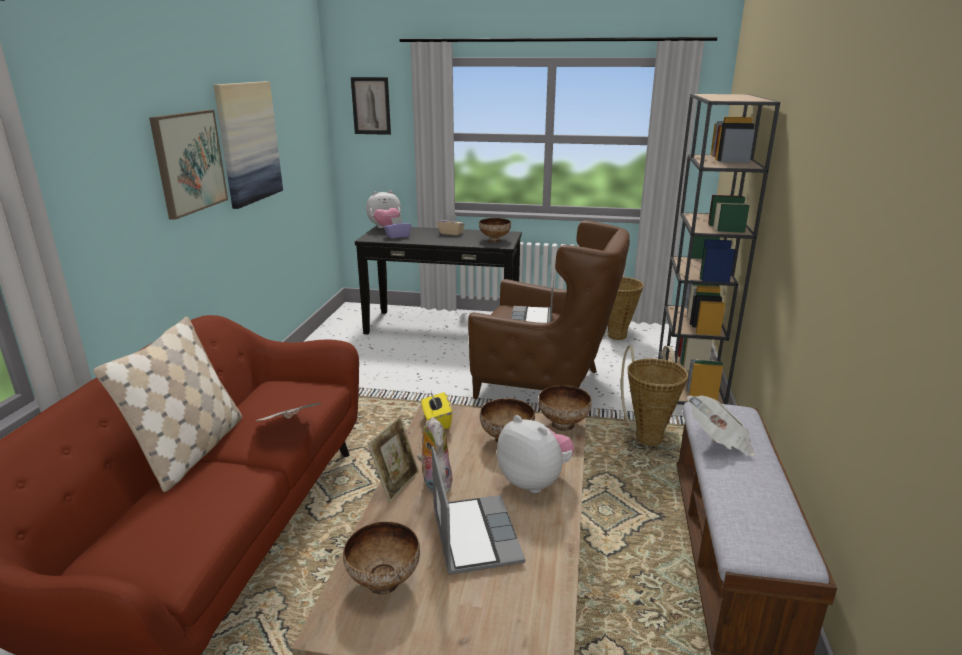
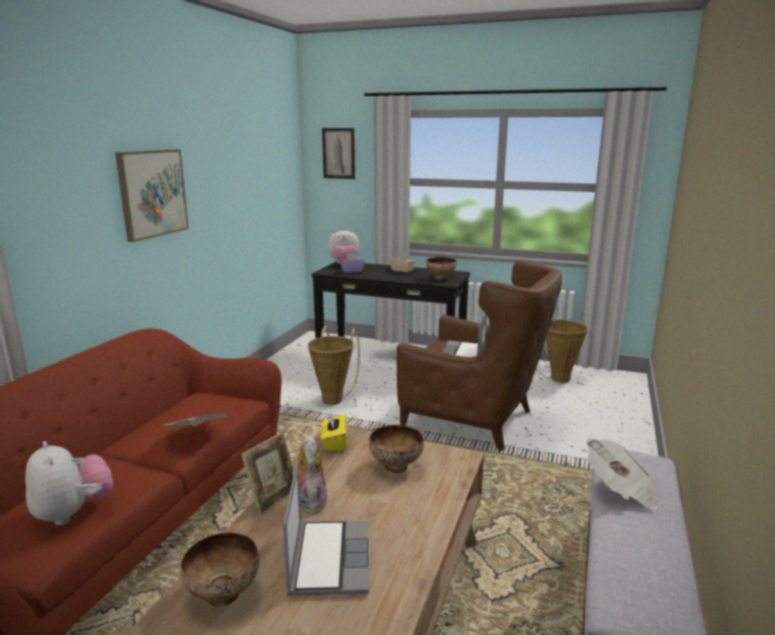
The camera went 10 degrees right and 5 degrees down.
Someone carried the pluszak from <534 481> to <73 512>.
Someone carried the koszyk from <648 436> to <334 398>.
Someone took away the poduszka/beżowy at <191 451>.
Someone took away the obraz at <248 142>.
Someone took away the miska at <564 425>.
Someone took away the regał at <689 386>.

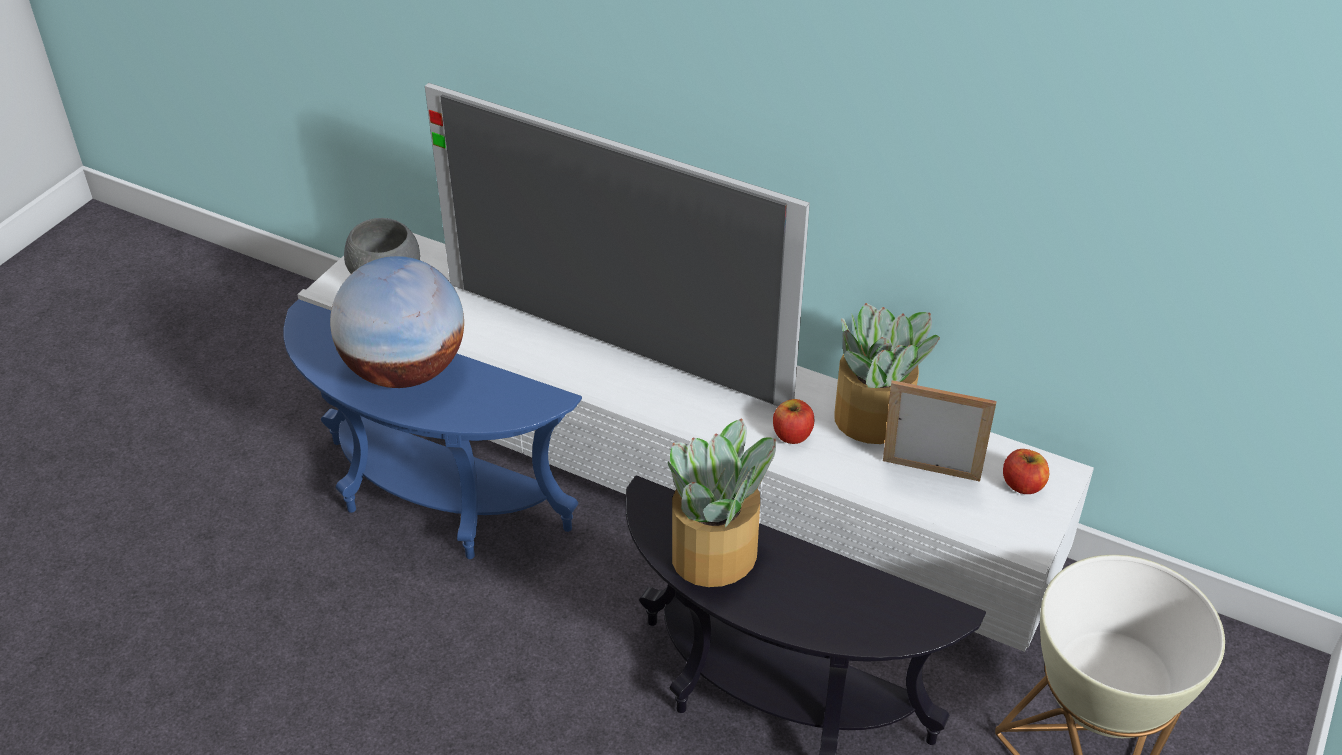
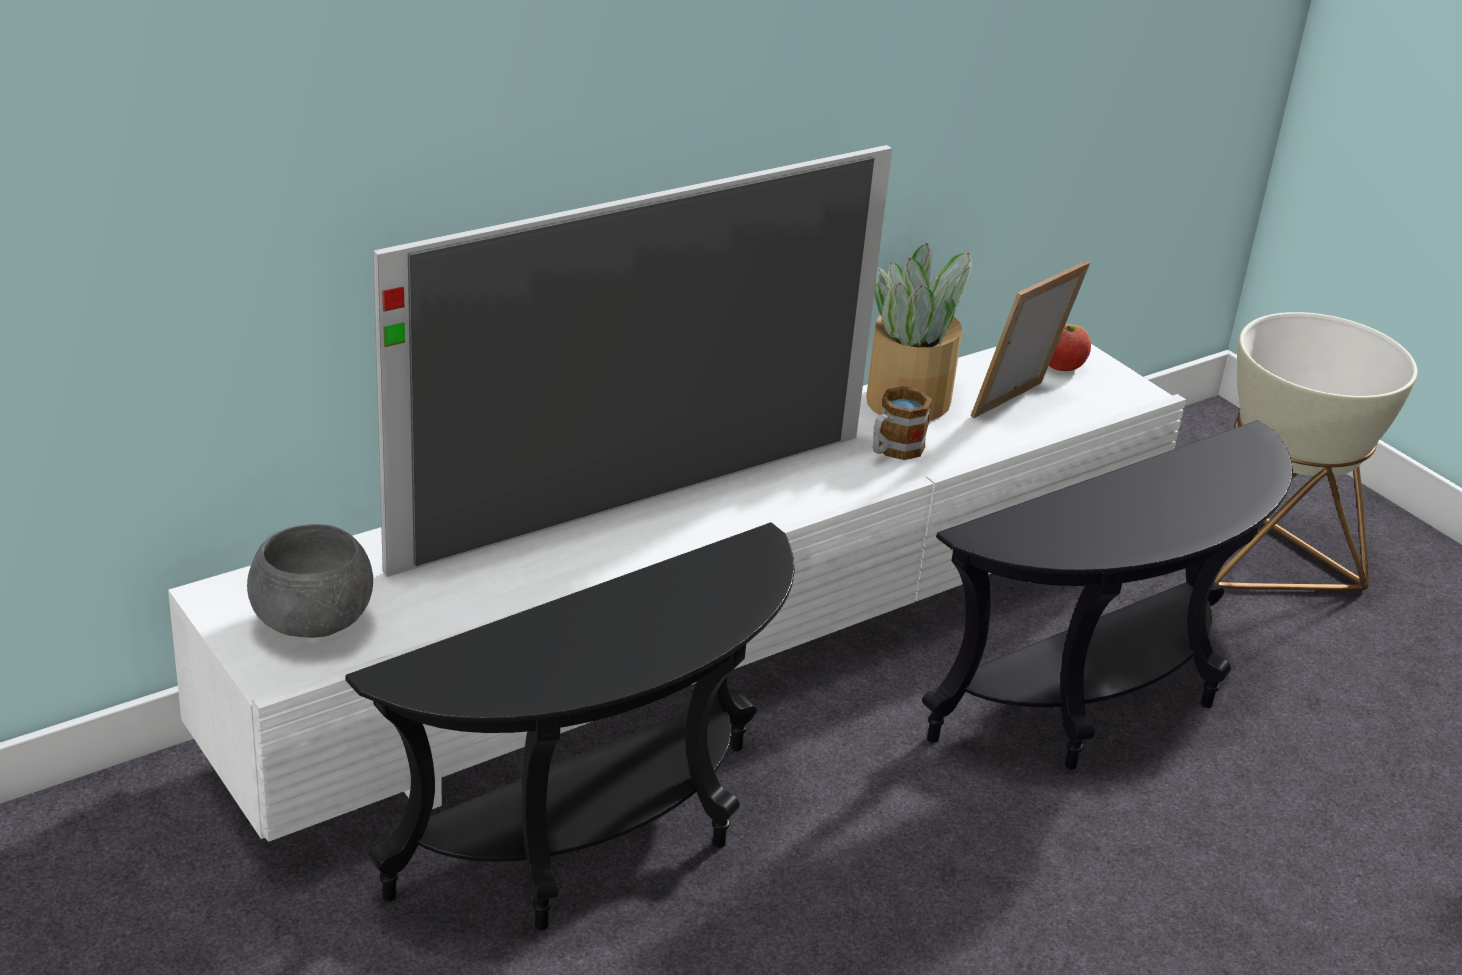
The camera went 65 degrees left and 10 degrees down.
Someone repainted the stolik/niebieski at <431 506>, which became the stolik/czarny at <599 847>.
Someone swapped the jabłko at <792 435> for the kubek at <893 450>.
Someone took away the globus at <405 371>.
Someone took away the roślina doniczkowa at <716 555>.

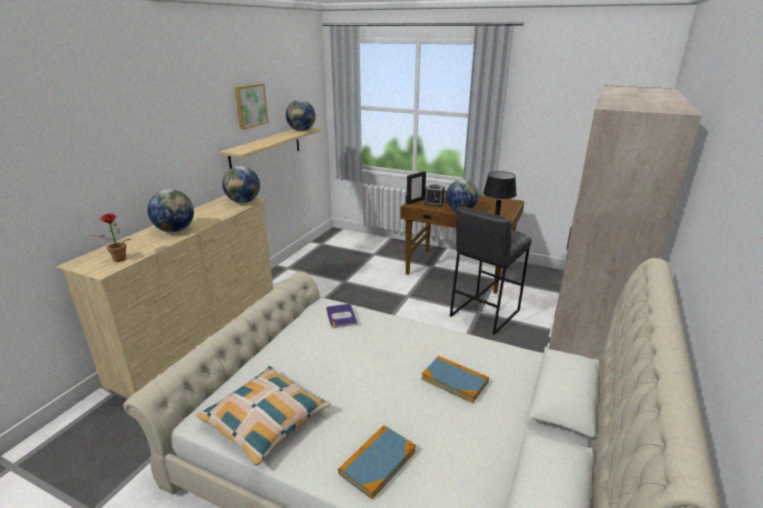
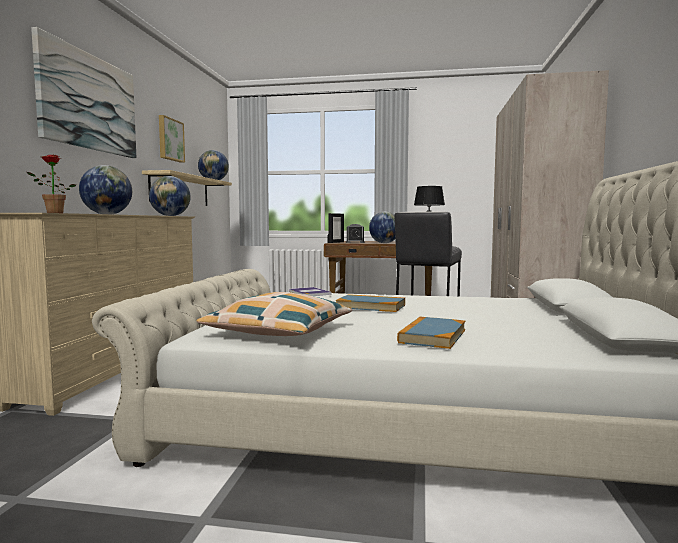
The camera went 15 degrees left and 20 degrees down.
Someone put up the obraz at <89 102>.
Someone carried the książka from <454 380> to <371 306>.

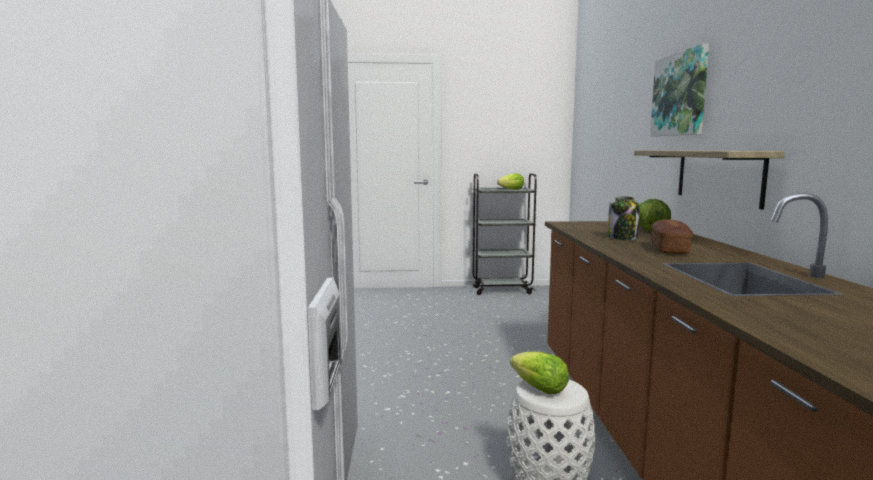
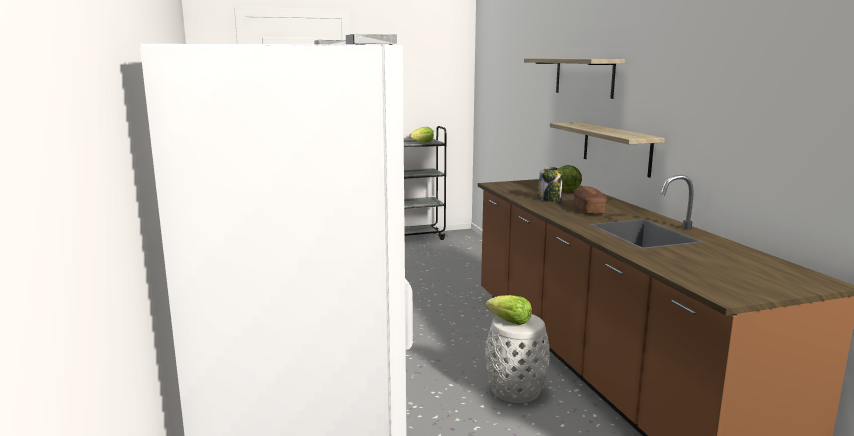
The camera went 15 degrees left and 5 degrees up.
Someone swapped the obraz at <680 94> for the półka at <584 77>.

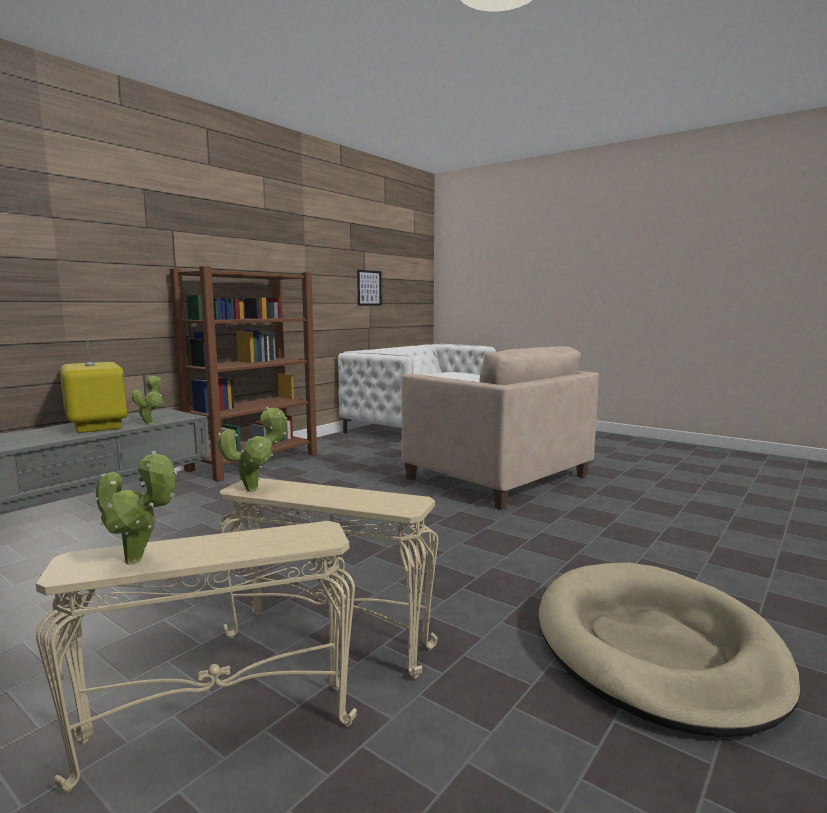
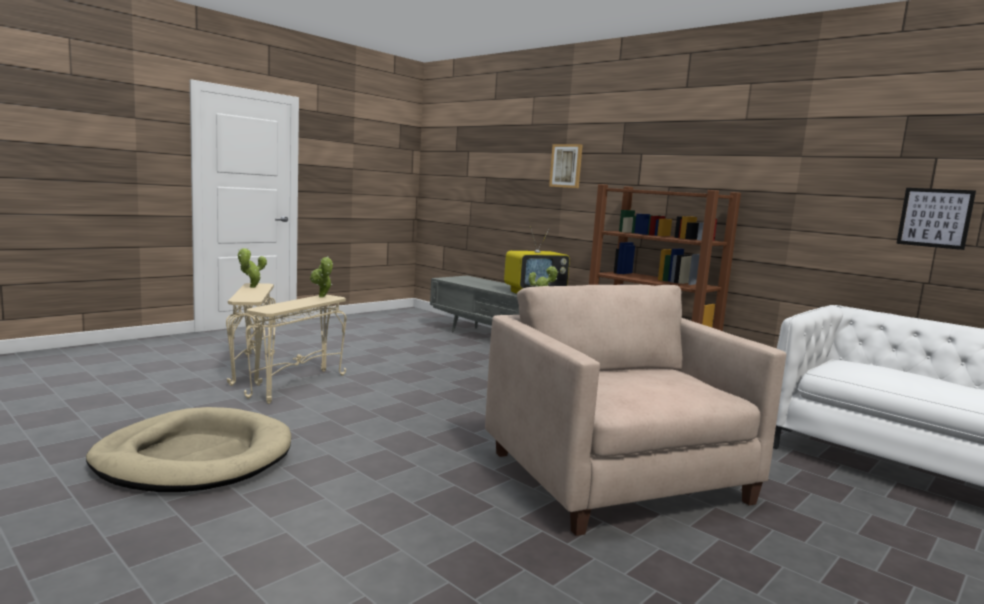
The camera went 95 degrees right and 0 degrees up.
Someone rotated the fotel/beżowy at <497 477> by 105 degrees clockwise.
Someone put up the obraz at <566 166>.

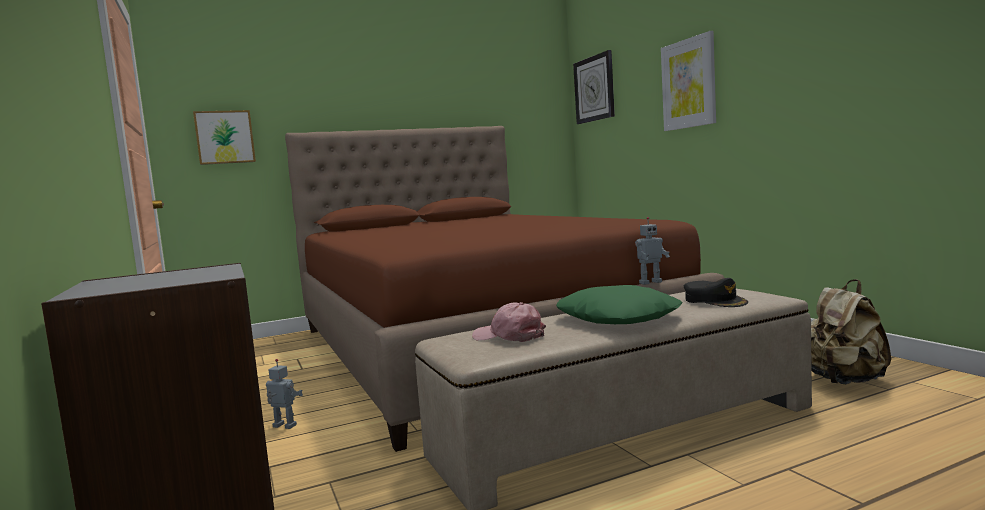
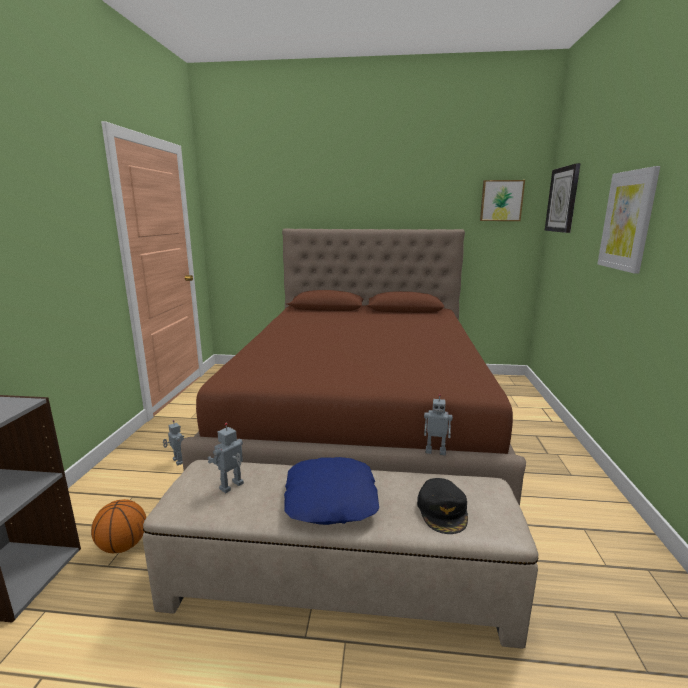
The camera went 30 degrees right and 10 degrees up.
Someone put down the piłka do koszykówki at <123 546>.
Someone swapped the czapka z daszkiem/różowy at <509 336> for the robot zabawkowy at <232 487>.
Someone repainted the poduszka/zielony at <618 318>, which became the poduszka/niebieski at <331 499>.
Someone carried the obraz from <225 137> to <501 200>.
Someone took away the plecak/beżowy at <843 381>.

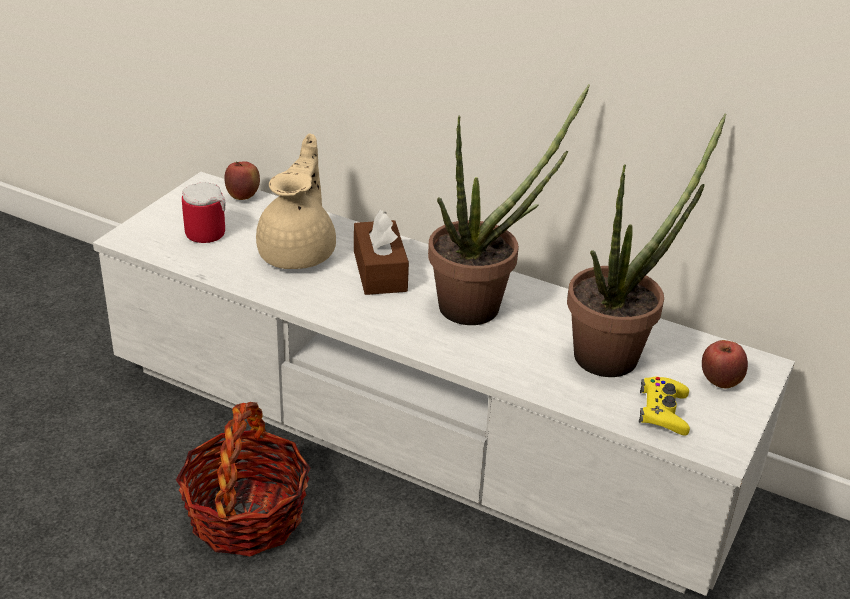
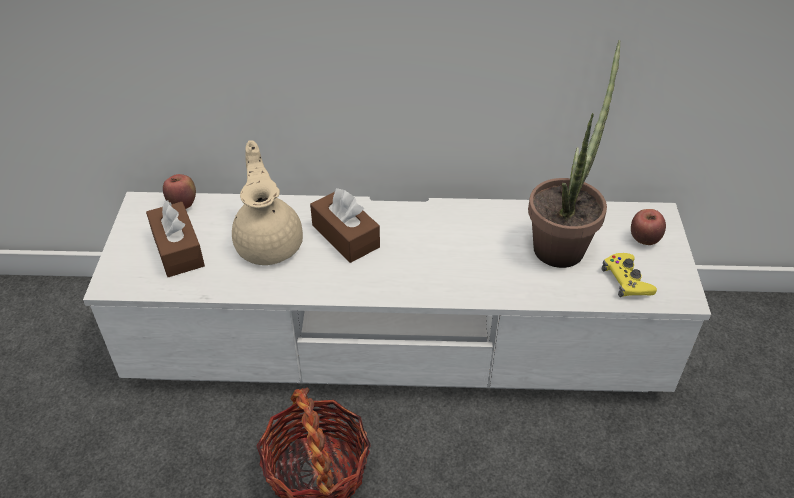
The camera went 25 degrees left and 10 degrees up.
Someone swapped the kubek at <208 231> for the pudełko chusteczek/brązowy at <178 249>.
Someone took away the roślina doniczkowa at <482 305>.

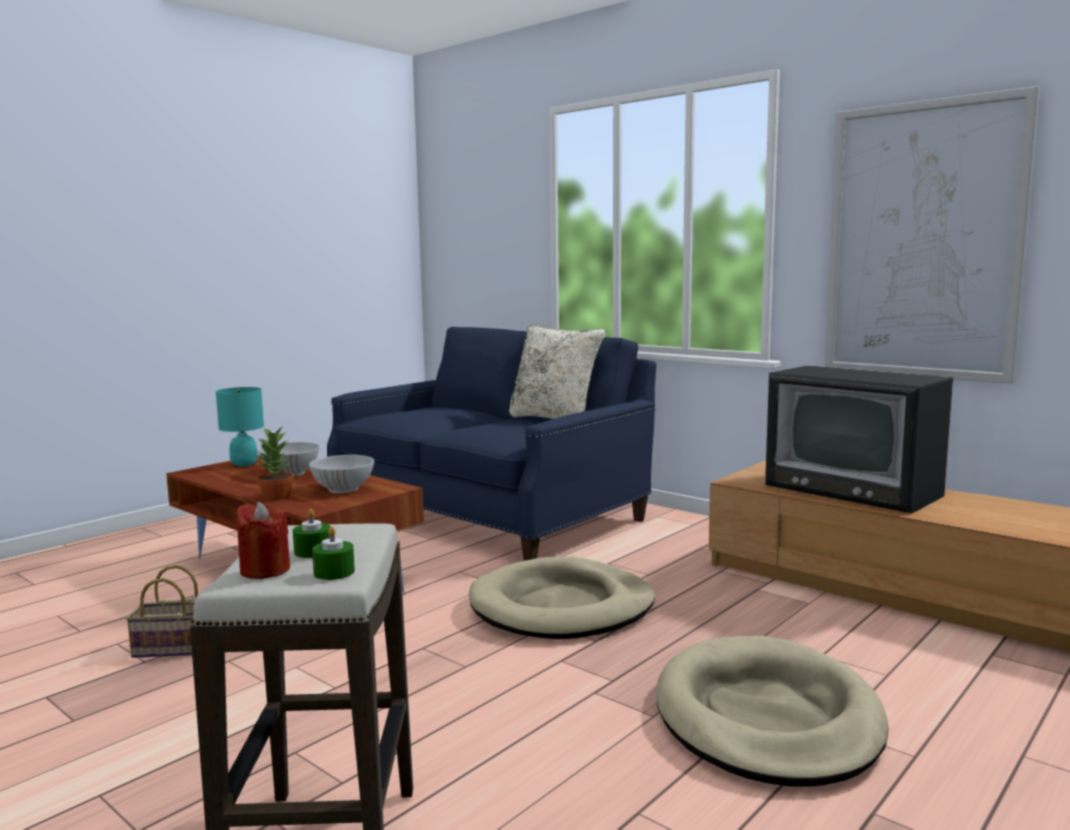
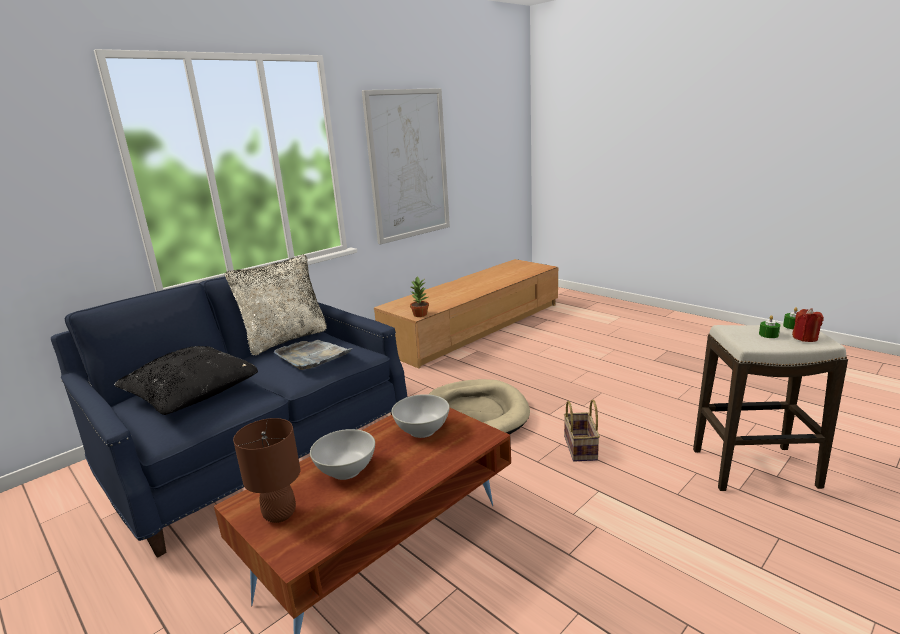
The camera went 85 degrees left and 10 degrees up.
Someone put down the poduszka/czarny at <193 392>.
Someone repainted the lampa stołowa/turkusowy at <244 464>, which became the lampa stołowa/brązowy at <278 515>.
Someone put down the taca/szary at <312 356>.
Someone carried the roślina doniczkowa from <277 497> to <420 314>.
Someone carried the koszyk from <171 649> to <581 448>.
Someone took away the legowisko/beżowy at <767 718>.
Someone took away the telewizor at <856 489>.

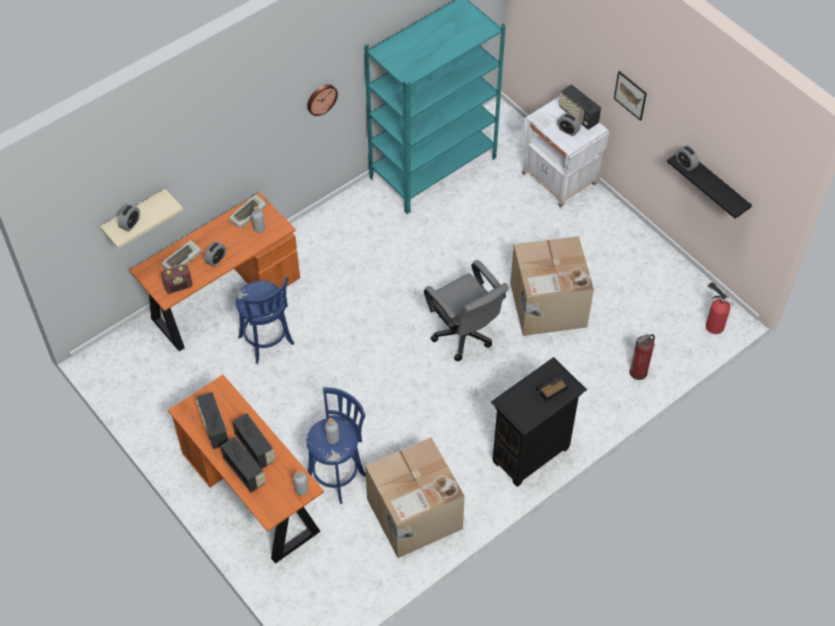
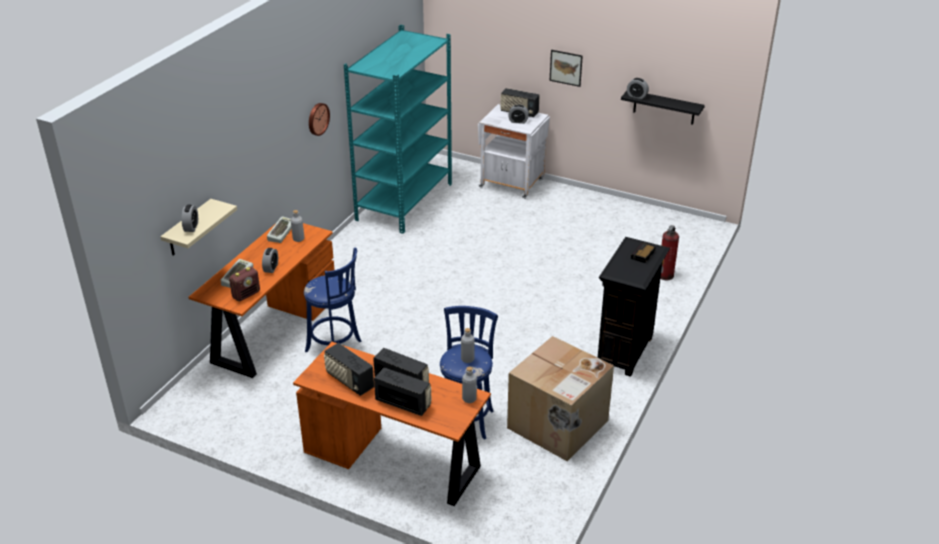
The camera went 25 degrees left and 20 degrees down.
Someone took away the krzesło biurowe/szary at <465 338>.
Someone took away the karton at <547 306>.
Someone took away the gaśnica at <713 325>.

